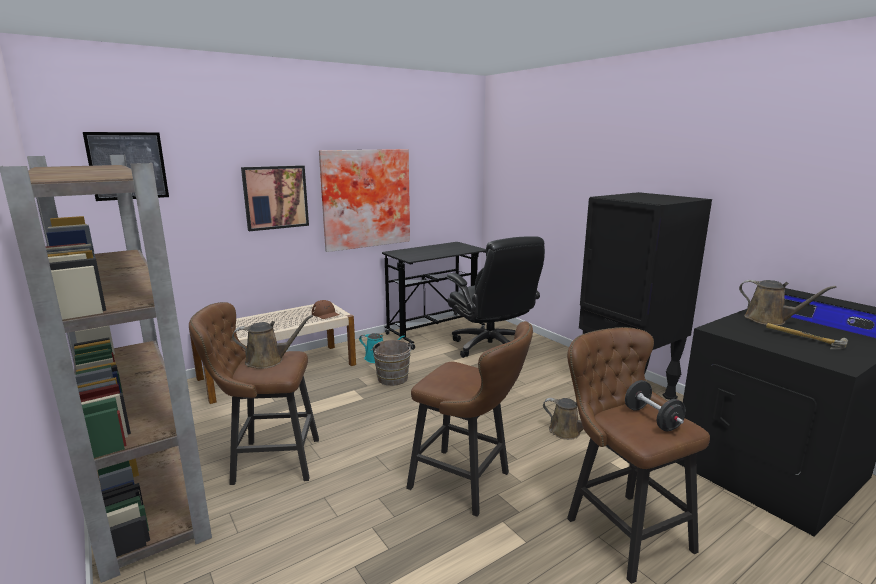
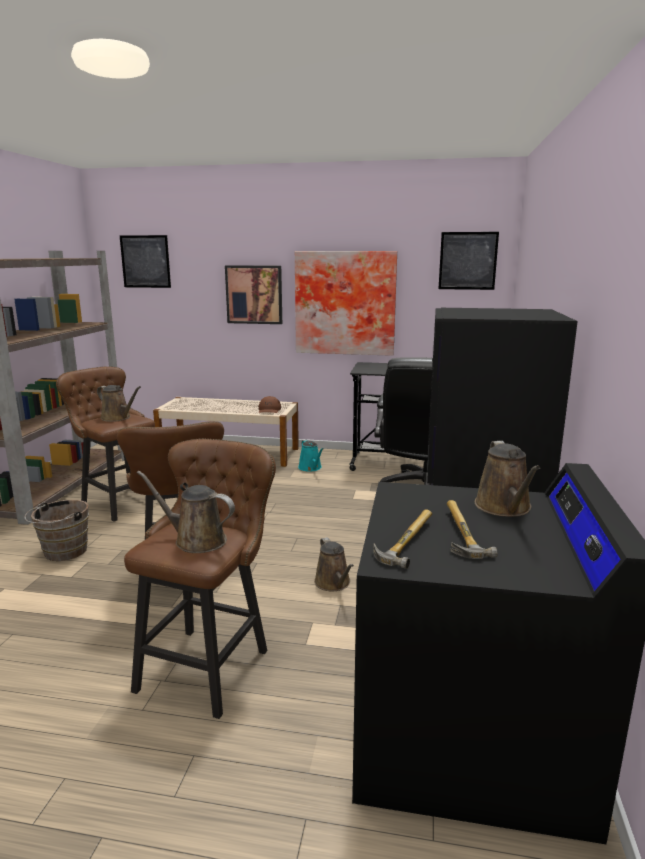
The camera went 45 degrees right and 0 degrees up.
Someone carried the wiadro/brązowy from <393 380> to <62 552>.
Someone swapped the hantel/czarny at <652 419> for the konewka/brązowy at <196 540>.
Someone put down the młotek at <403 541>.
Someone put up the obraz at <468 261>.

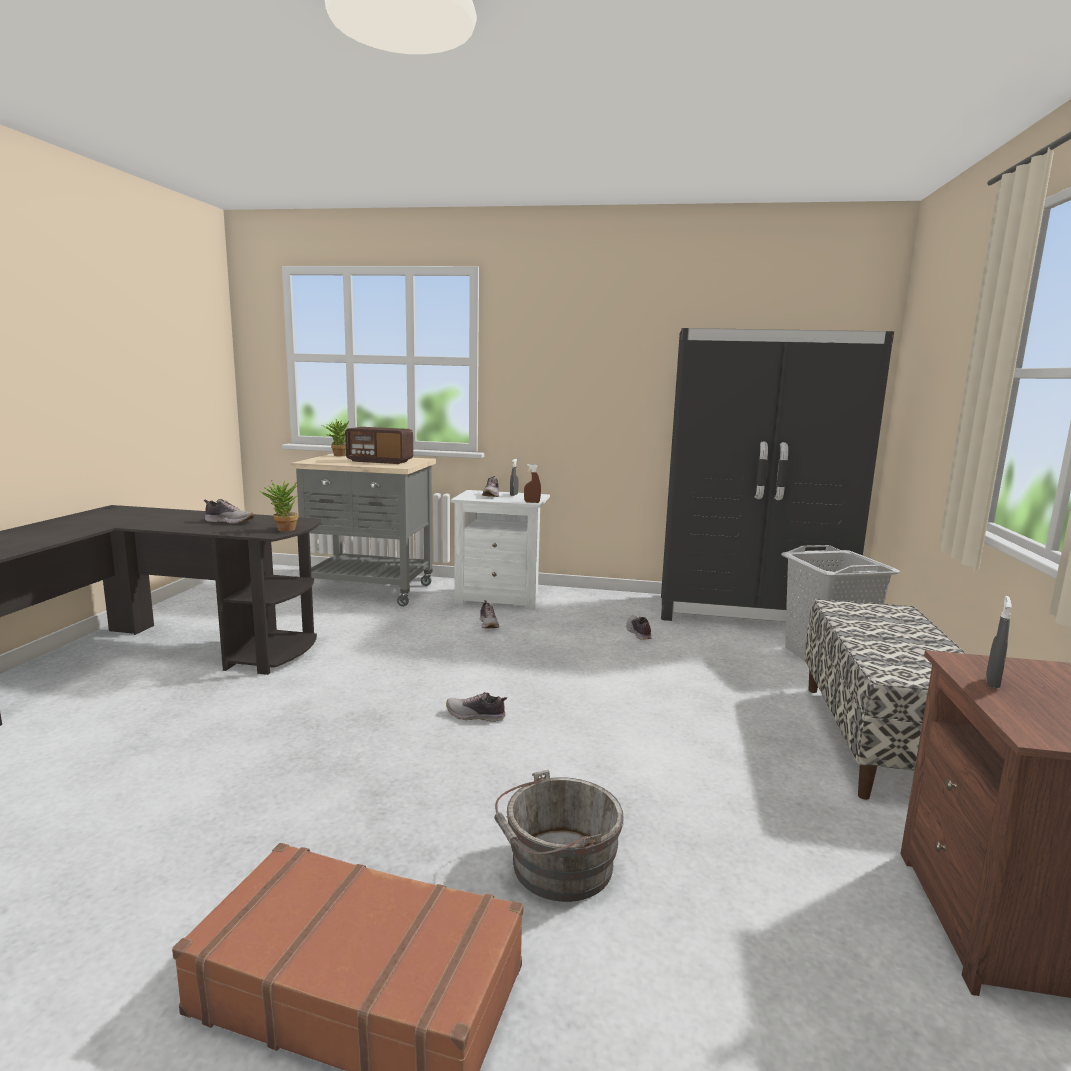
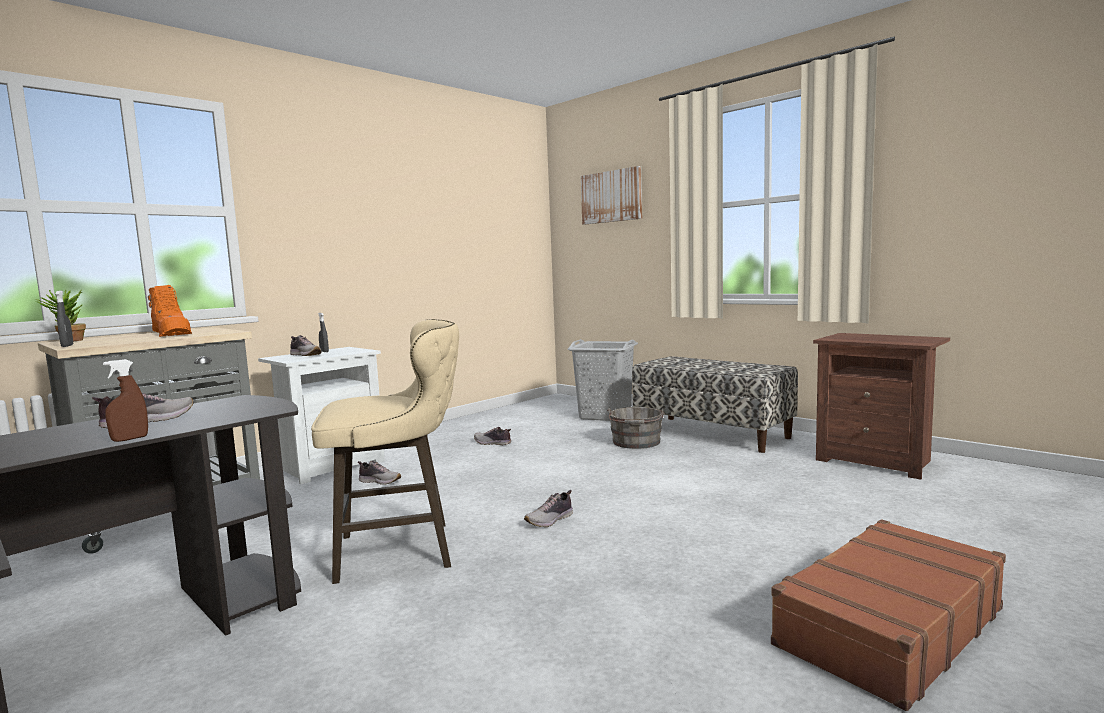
The camera went 55 degrees left and 5 degrees down.
Someone carried the spryskiwacz/szary from <992 683> to <67 346>.
Someone carried the spryskiwacz/brązowy from <532 502> to <130 439>.
Someone swapped the radio at <380 461> for the but z cholewką/pomarańczowy at <172 334>.
Someone put down the stołek/beżowy at <402 550>.
Someone put up the obraz at <611 196>.
Someone carried the wiadro/szary from <556 867> to <636 443>.
Someone took away the roślina doniczkowa at <282 530>.
Someone took away the szafka/czarny at <751 614>.

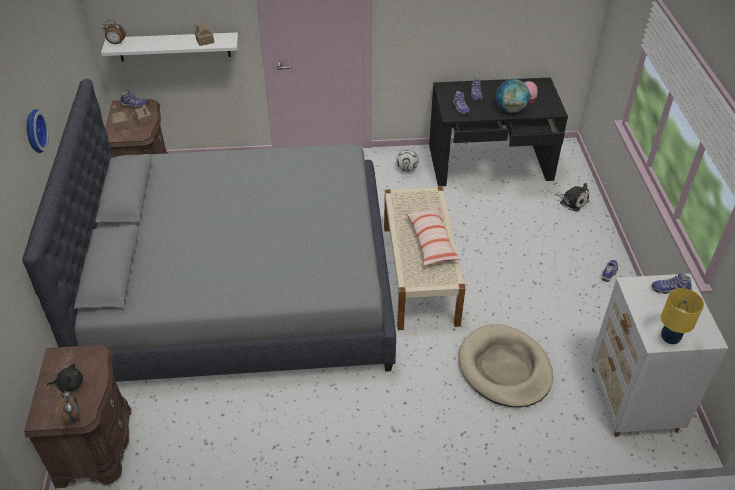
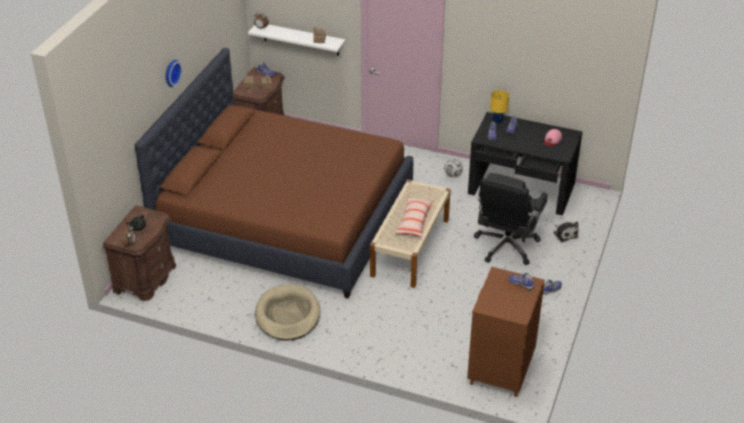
The camera went 25 degrees right and 5 degrees down.
Someone repainted the łóżko/szary at <241 284>, which became the łóżko/brązowy at <284 217>.
Someone carried the legowisko/beżowy from <504 369> to <288 315>.
Someone repainted the komoda/biały at <634 400>, which became the komoda/brązowy at <500 369>.
Someone put down the krzesło biurowe/czarny at <506 245>.
Someone carried the lampa stołowa/żółty from <668 338> to <497 121>.
Someone took away the globus at <510 109>.

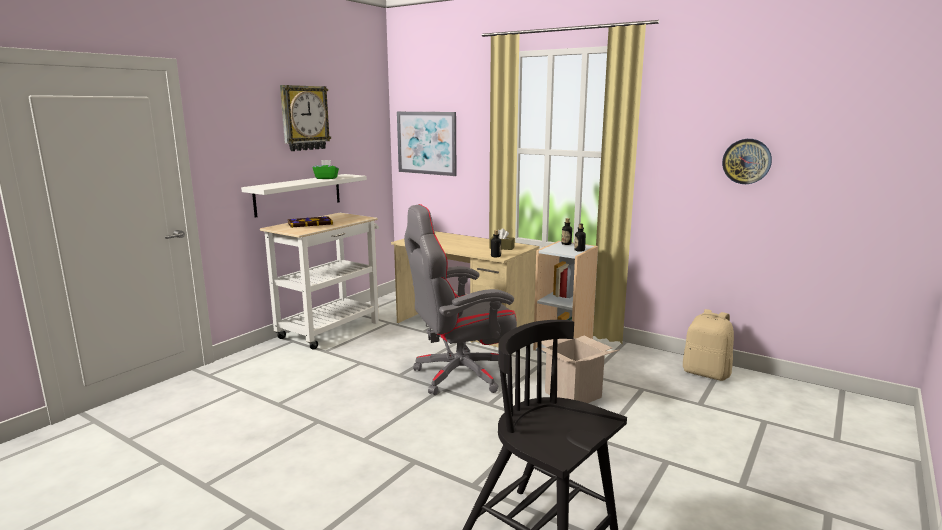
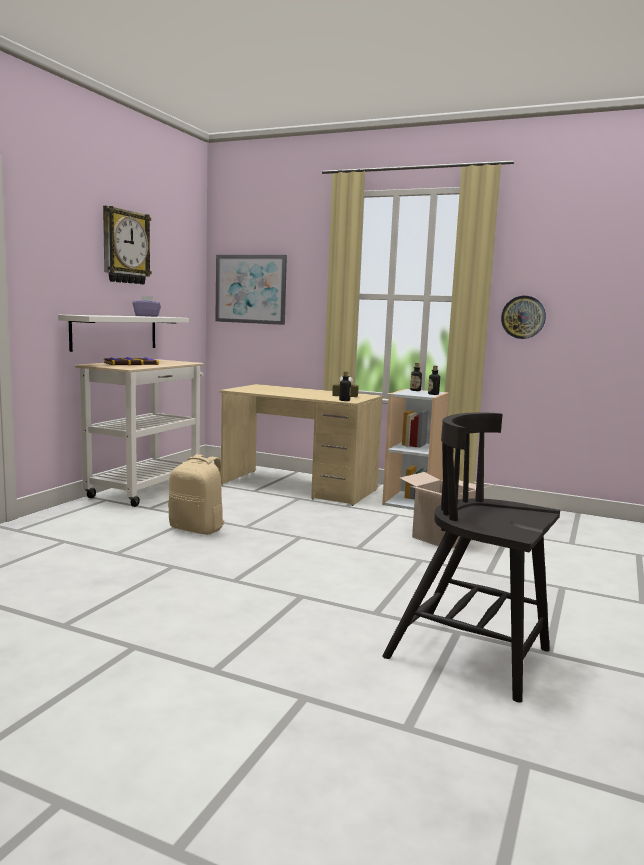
The camera went 10 degrees left and 5 degrees down.
Someone repainted the pudełko chusteczek/zielony at <326 178>, which became the pudełko chusteczek/fioletowy at <147 316>.
Someone carried the plecak/beżowy from <706 373> to <198 529>.
Someone carried the zegar ścienny from <746 161> to <523 317>.
Someone took away the krzesło biurowe/szary at <461 374>.

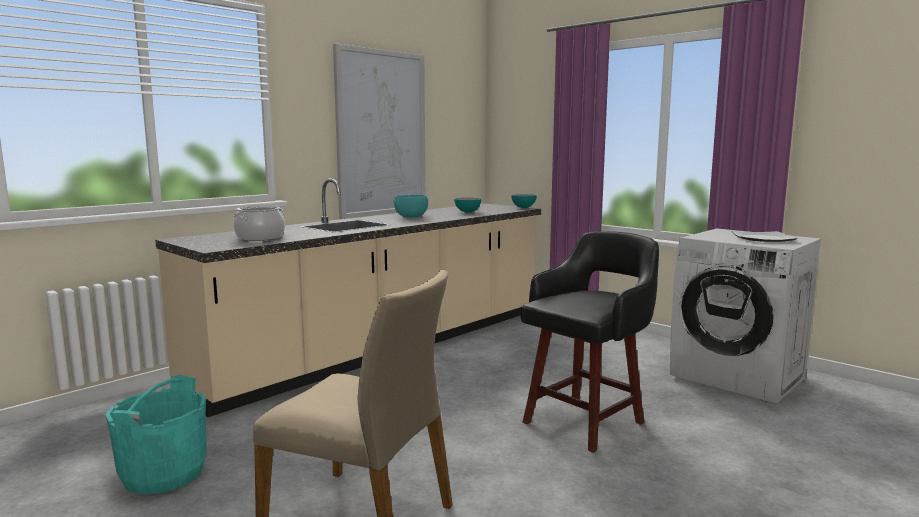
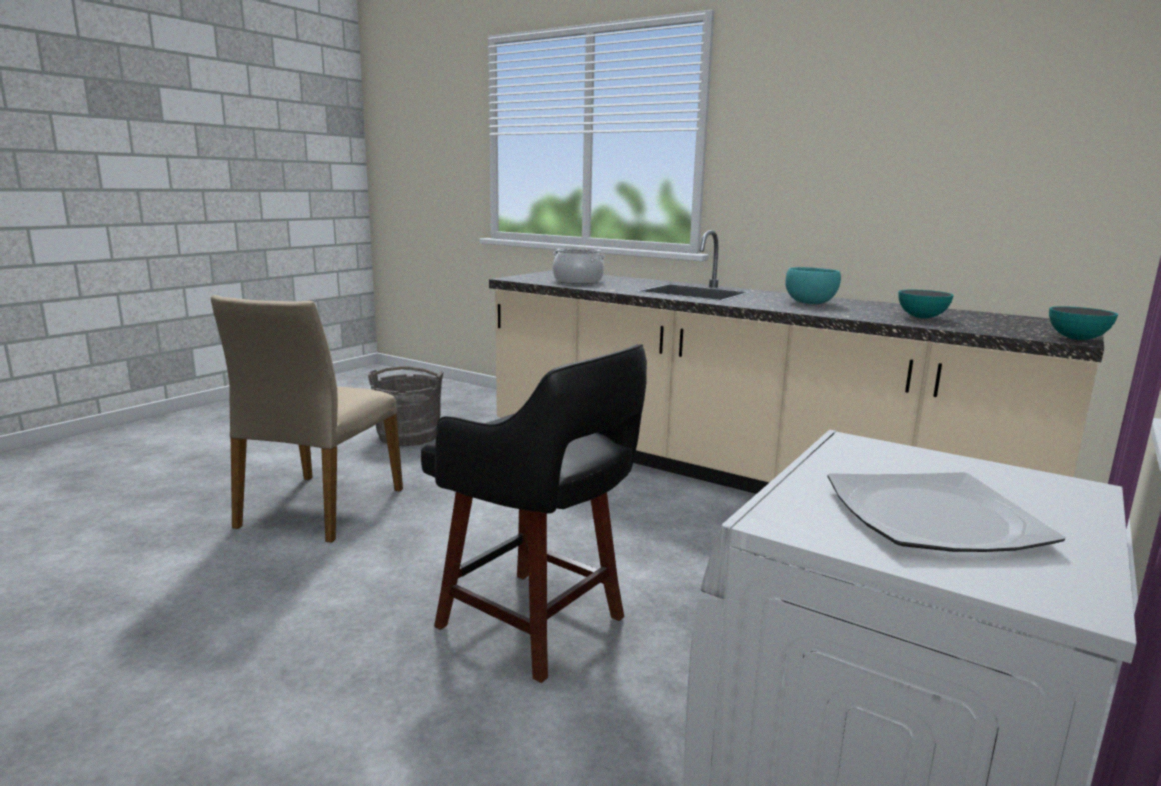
The camera went 80 degrees right and 5 degrees up.
Someone repainted the wiadro/turkusowy at <164 474>, which became the wiadro/szary at <408 436>.
Someone took away the obraz at <381 134>.

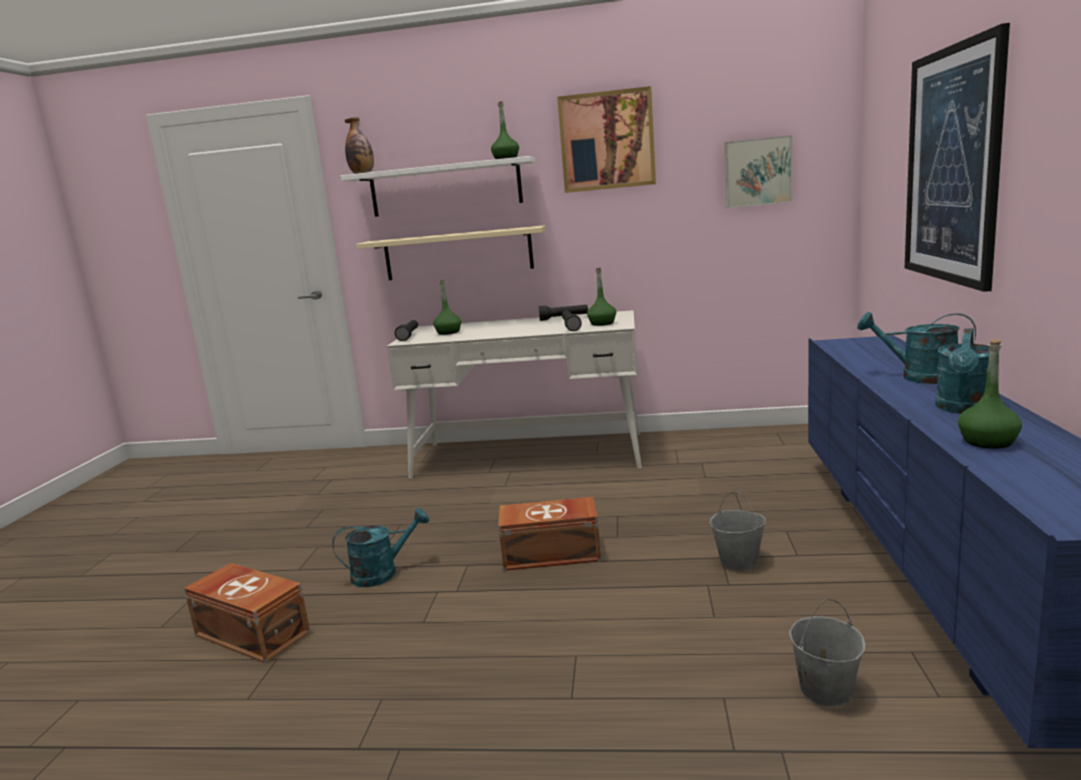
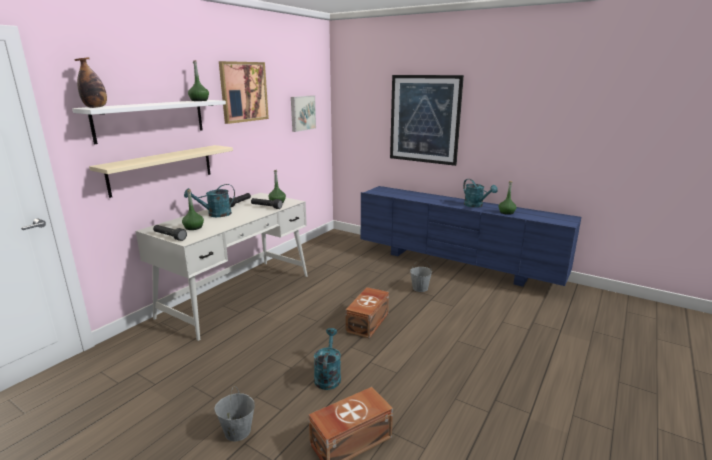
The camera went 65 degrees left and 5 degrees up.
Someone carried the konewka/turkusowy from <918 377> to <215 214>.
Someone carried the wiadro/szary from <825 689> to <237 431>.

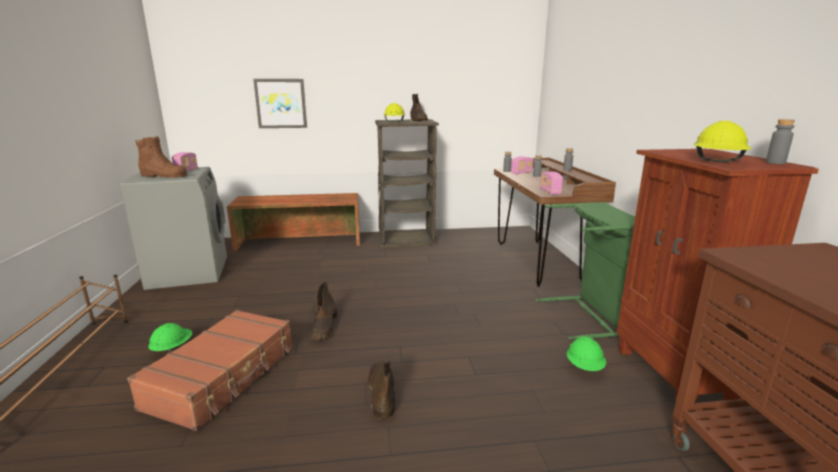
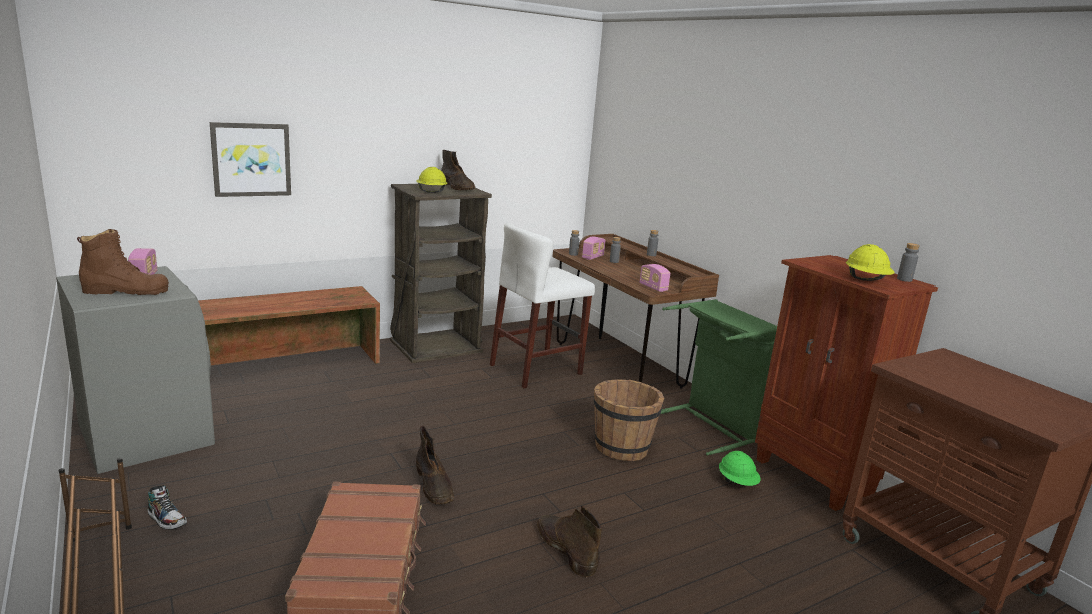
The camera went 25 degrees left and 0 degrees up.
Someone put down the but at <167 519>.
Someone put down the stołek/biały at <536 369>.
Someone put down the wiadro/brązowy at <622 447>.
Someone took away the kask/zielony at <172 349>.

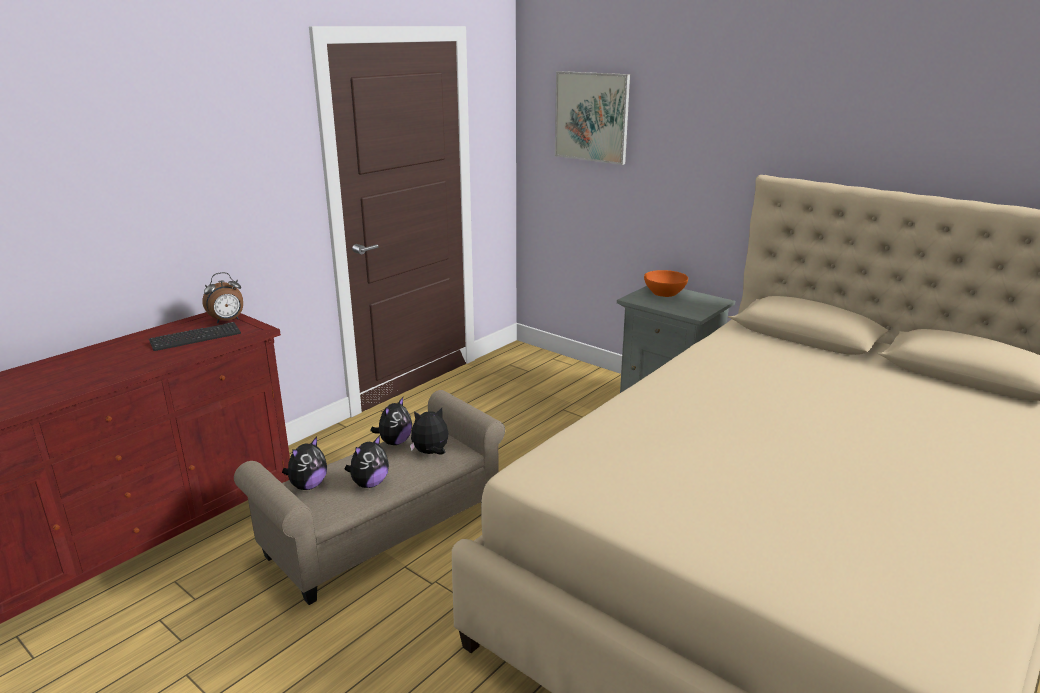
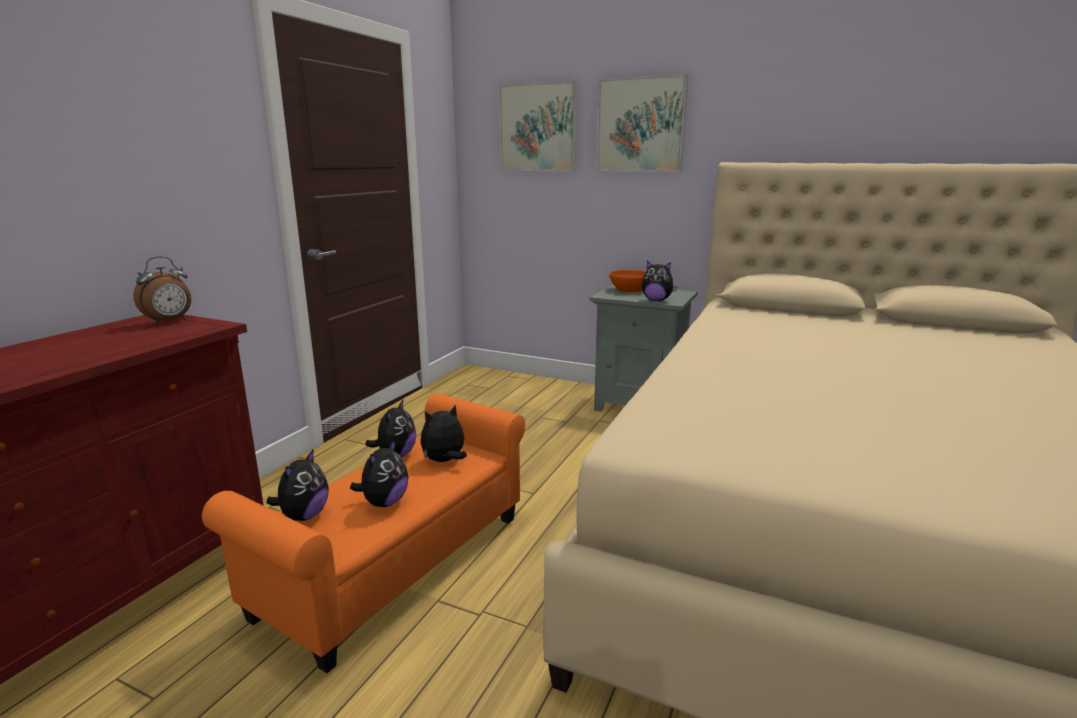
The camera went 15 degrees left and 5 degrees down.
Someone repainted the pufa/beżowy at <384 531>, which became the pufa/pomarańczowy at <396 563>.
Someone put up the obraz at <640 125>.
Someone put down the pluszak at <657 300>.
Someone took away the klawiatura at <196 338>.

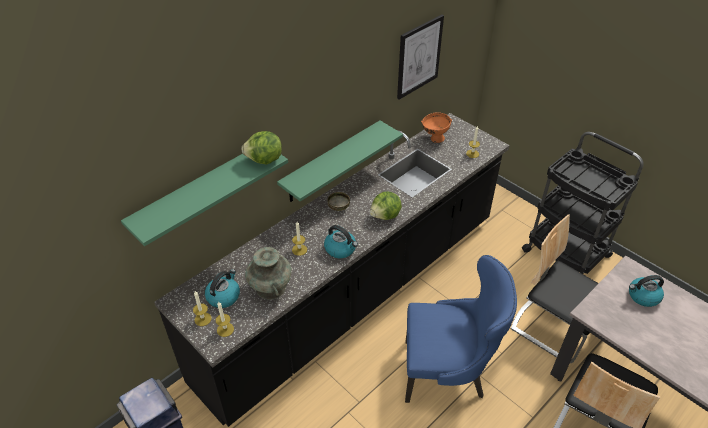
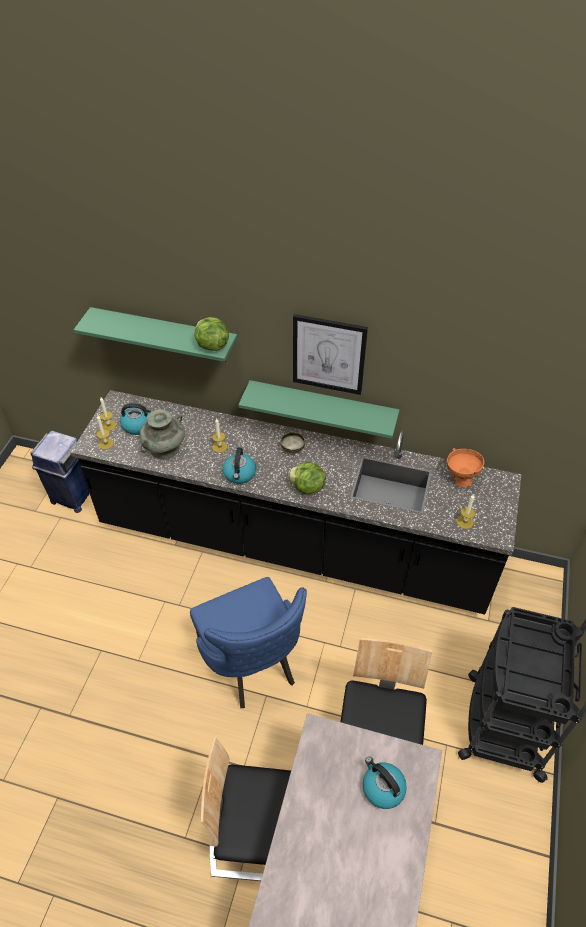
The camera went 60 degrees right and 5 degrees up.
Someone carried the obraz from <419 57> to <328 354>.

